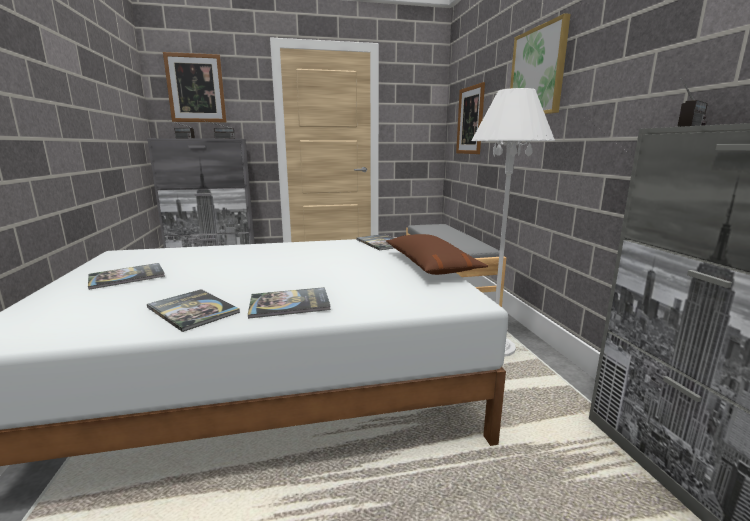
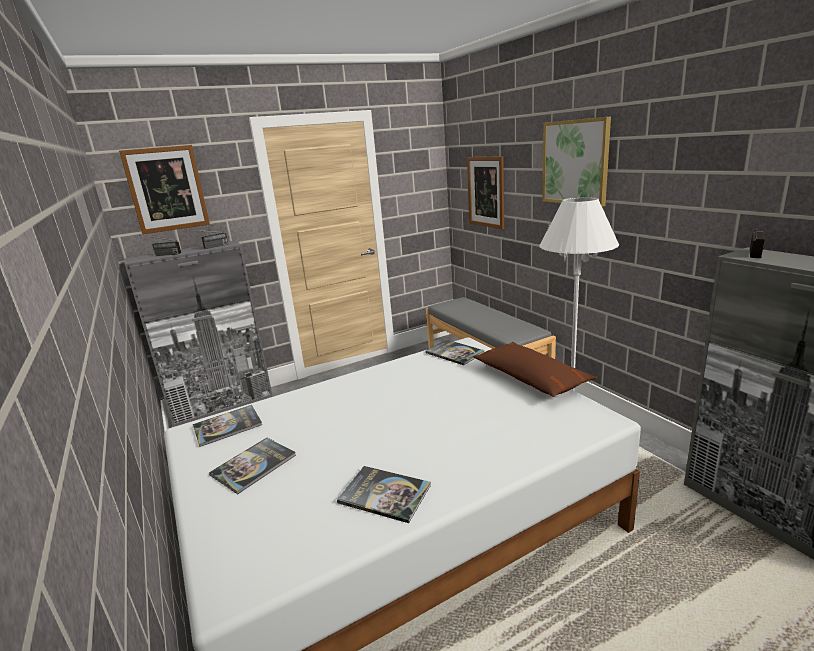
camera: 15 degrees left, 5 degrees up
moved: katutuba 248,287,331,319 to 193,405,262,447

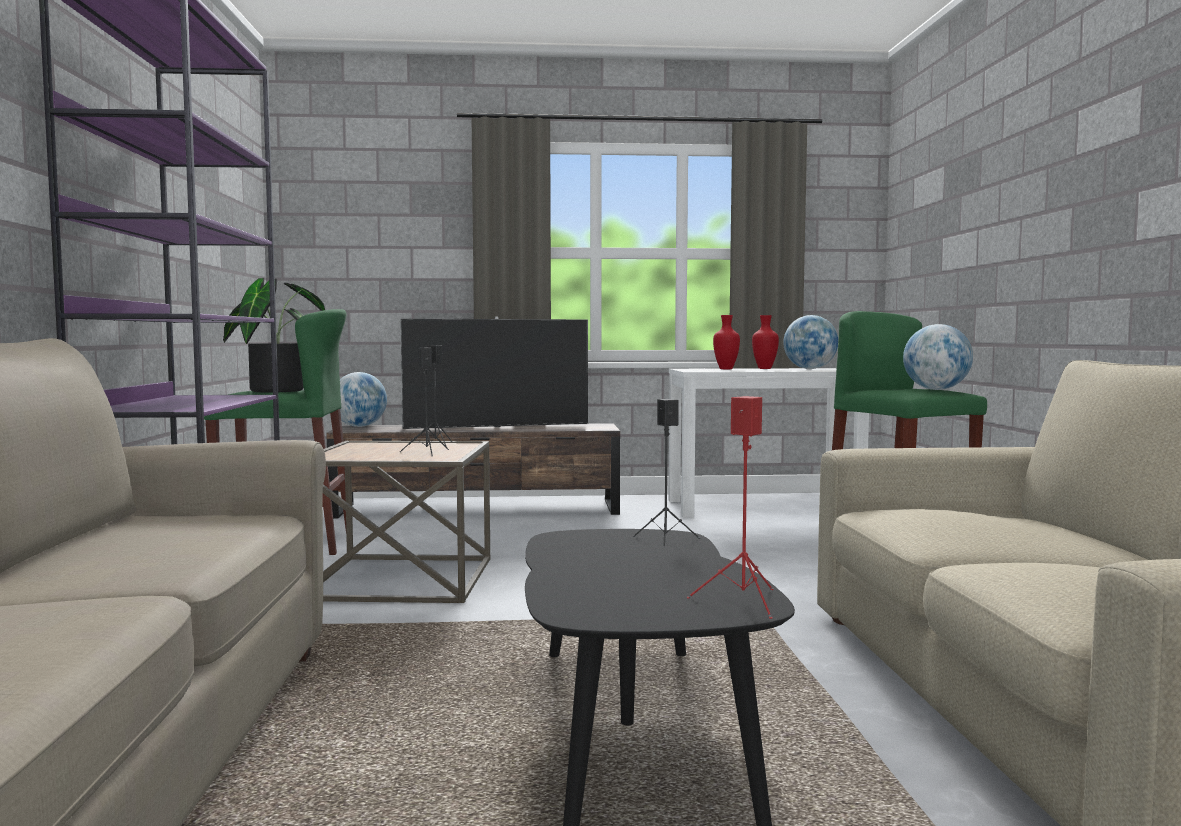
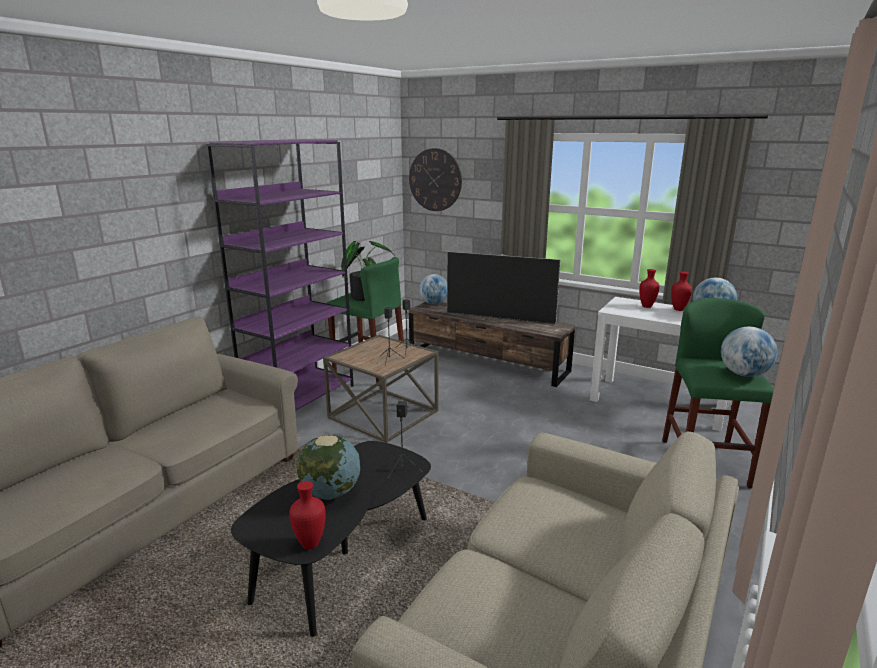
camera: 35 degrees right, 15 degrees up
added: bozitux 297,435,360,500; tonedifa 409,148,462,211
replaced: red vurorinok 687,396,773,619 to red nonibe 289,481,326,549

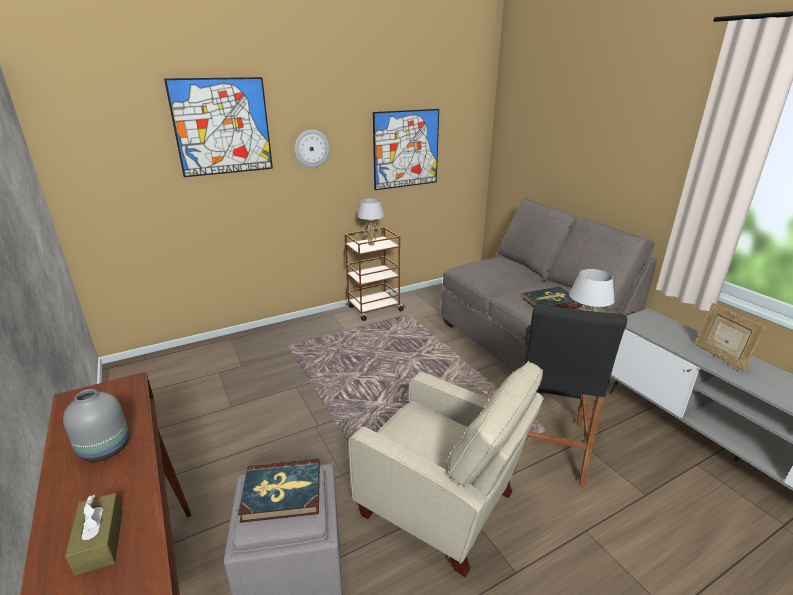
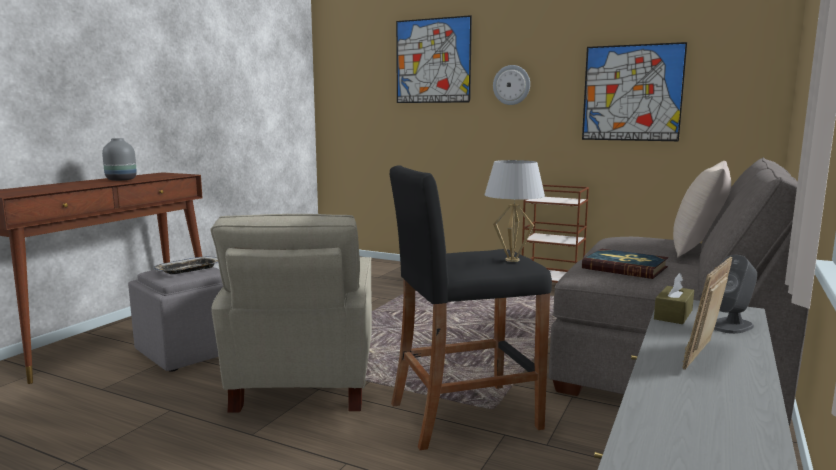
camera: 55 degrees right, 15 degrees down
removed: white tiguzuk 357,198,384,245
added: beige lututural 673,161,731,257; grey vurorinok 714,255,757,334
moved: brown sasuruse 65,493,123,576 to 654,273,694,324
replaced: katutuba 238,459,320,523 to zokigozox 153,256,218,274

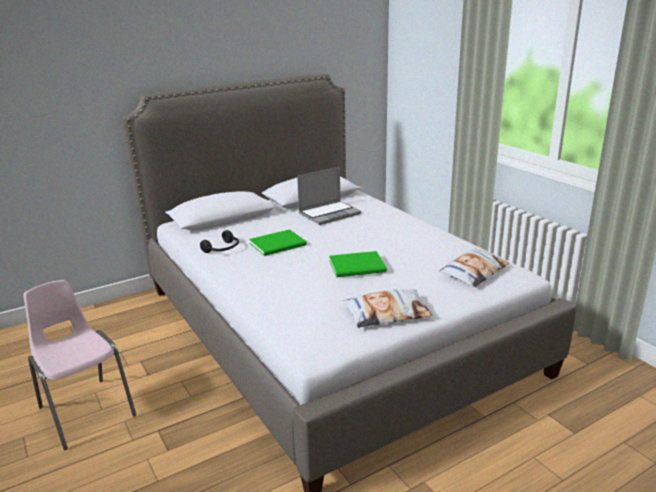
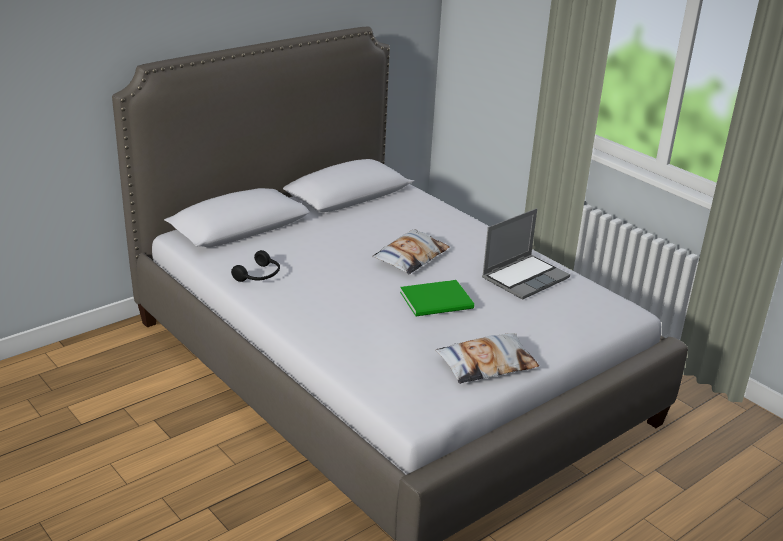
camera: 10 degrees left, 5 degrees up
removed: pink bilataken 23,280,136,450; green katutuba 249,229,307,256
moved: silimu 297,167,361,225 to 482,208,570,300; lututural 439,248,509,287 to 372,229,449,274

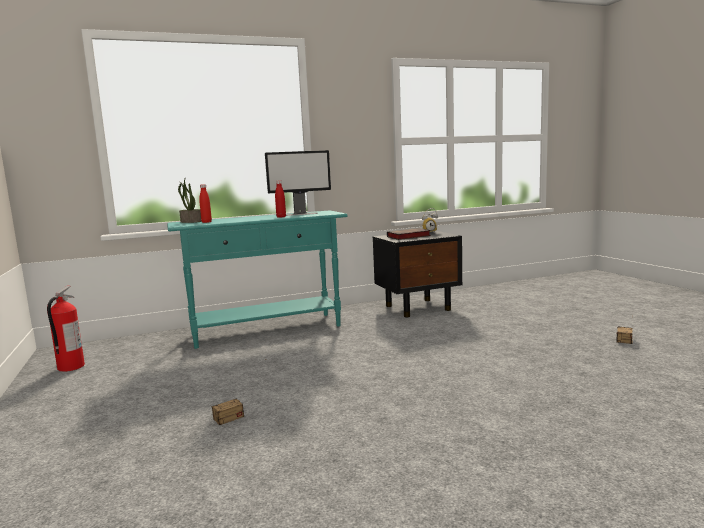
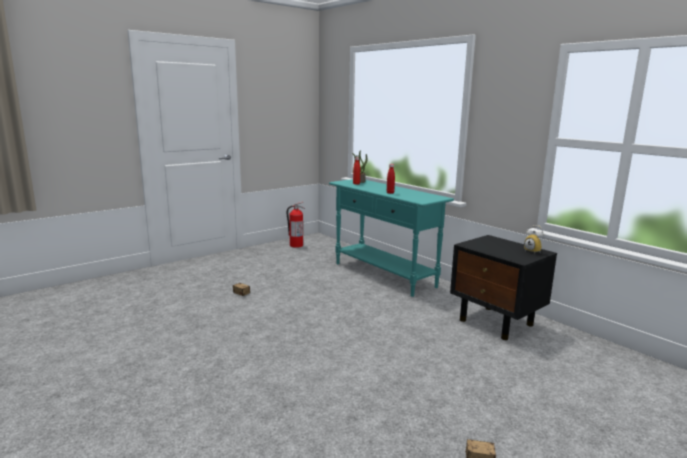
camera: 70 degrees right, 5 degrees up
removed: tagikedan 265,150,331,216; katutuba 387,228,431,240

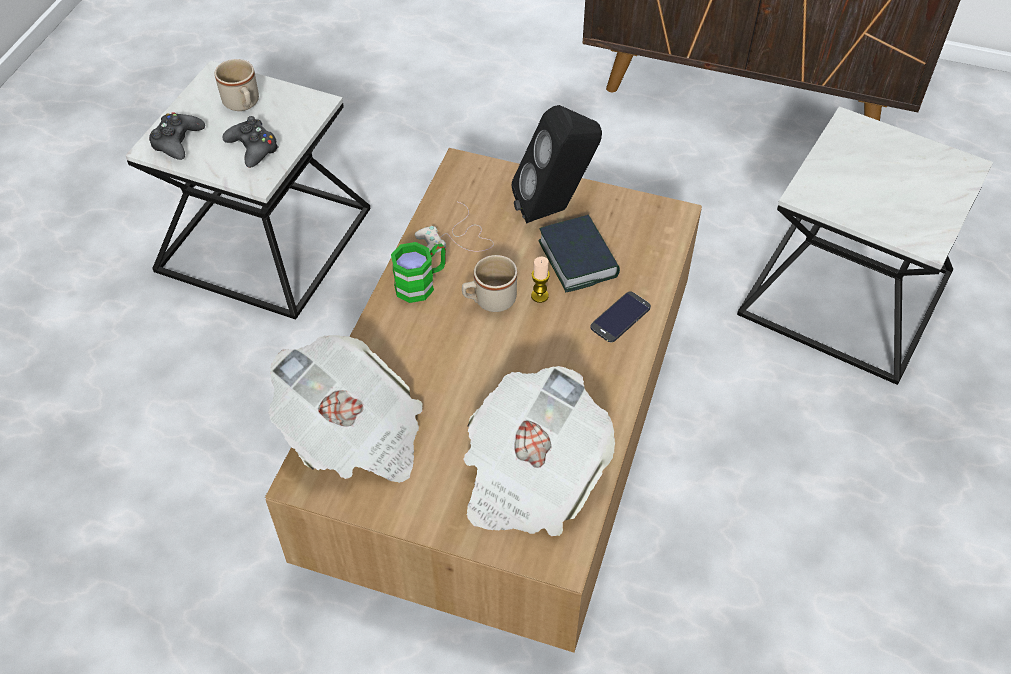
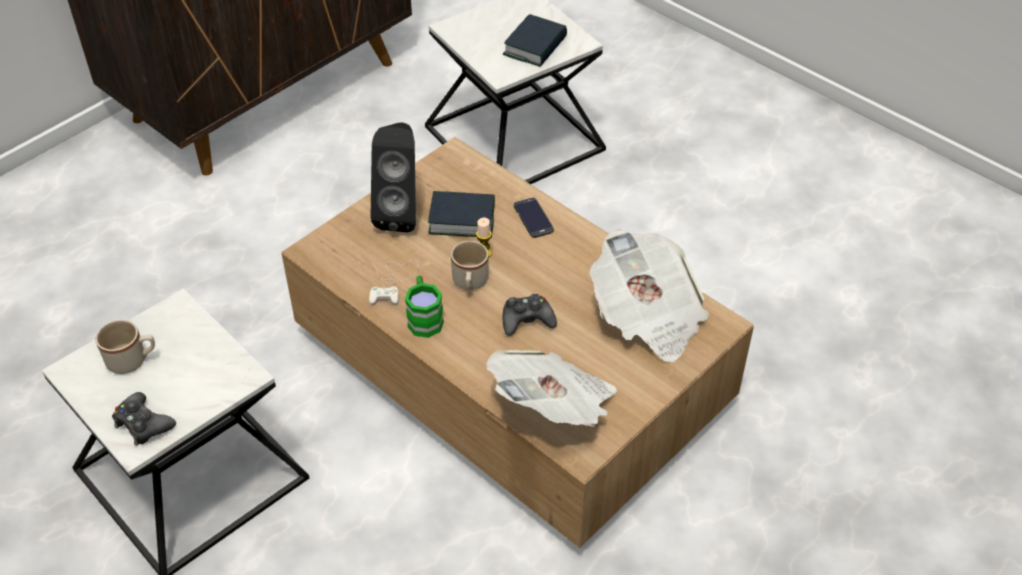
camera: 65 degrees left, 5 degrees down
added: katutuba 503,14,567,67
moved: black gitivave 223,116,279,168 to 503,294,557,336

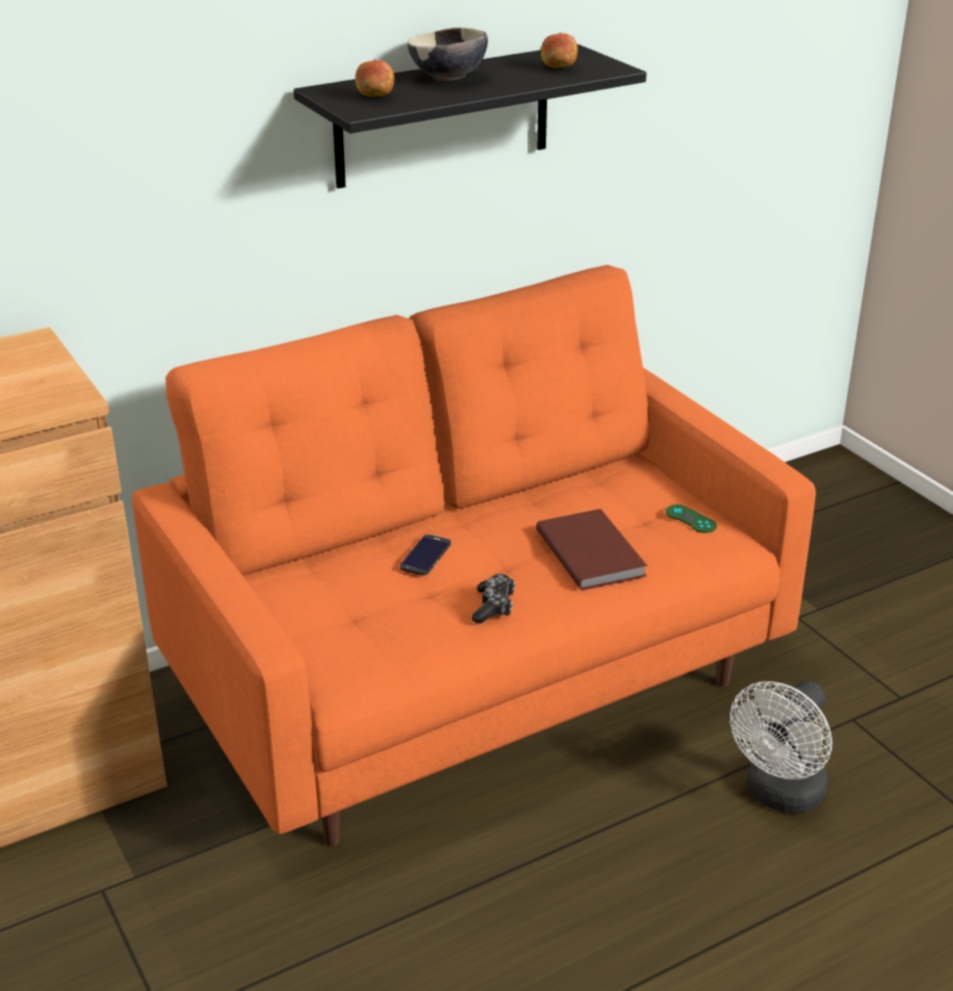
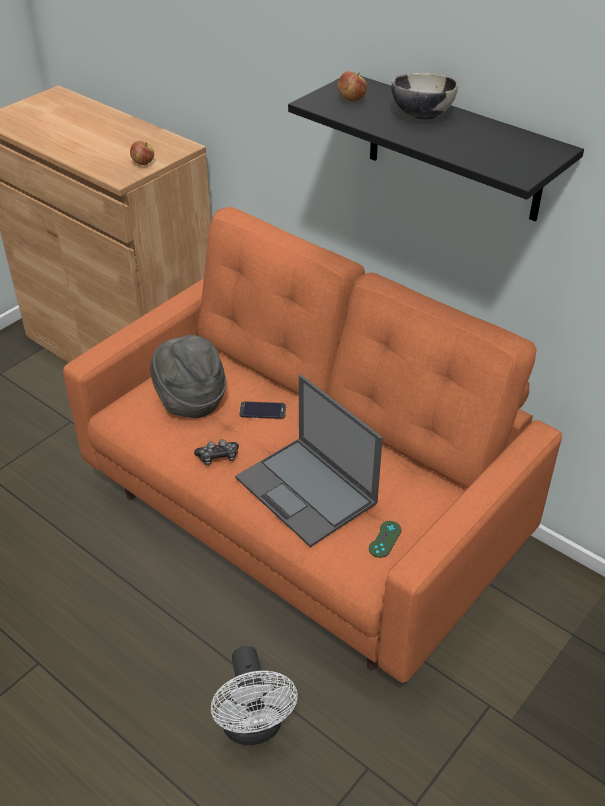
camera: 70 degrees right, 10 degrees up
added: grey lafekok 150,335,226,418
moved: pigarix 541,32,578,68 to 130,141,154,165
replaced: brown katutuba 536,509,647,590 to silimu 235,375,383,548
turned: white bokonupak 730,681,832,813 = 211,646,298,745 120 degrees counterclockwise

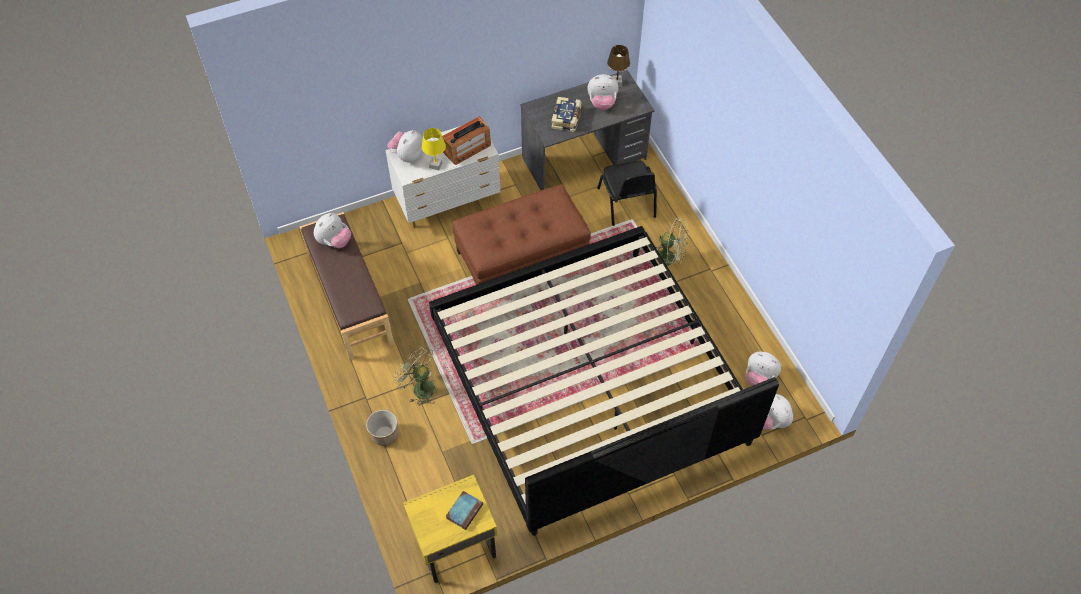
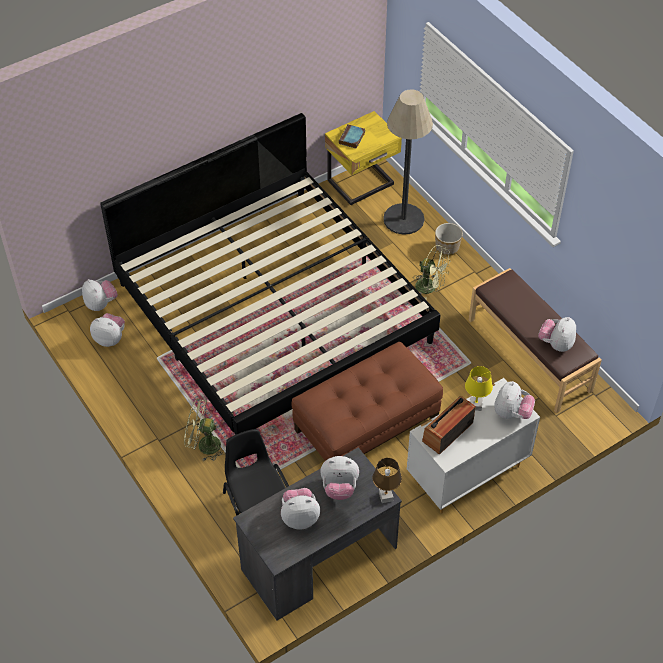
camera: 170 degrees right, 5 degrees down
added: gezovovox 383,89,433,235
moved: brown tiguzuk 607,45,630,87 to 373,458,402,503
replaced: katutuba 551,97,581,132 to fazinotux 320,456,359,500

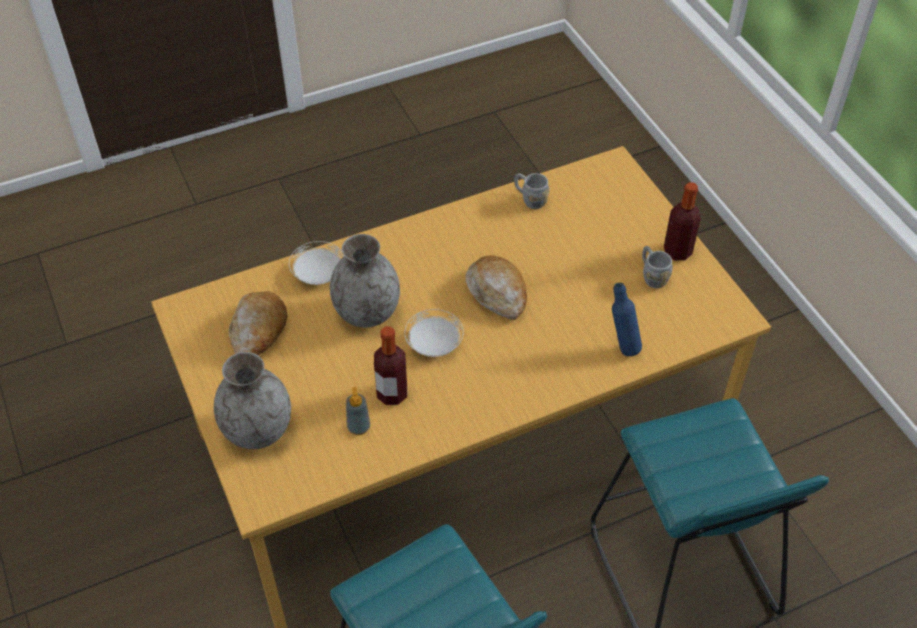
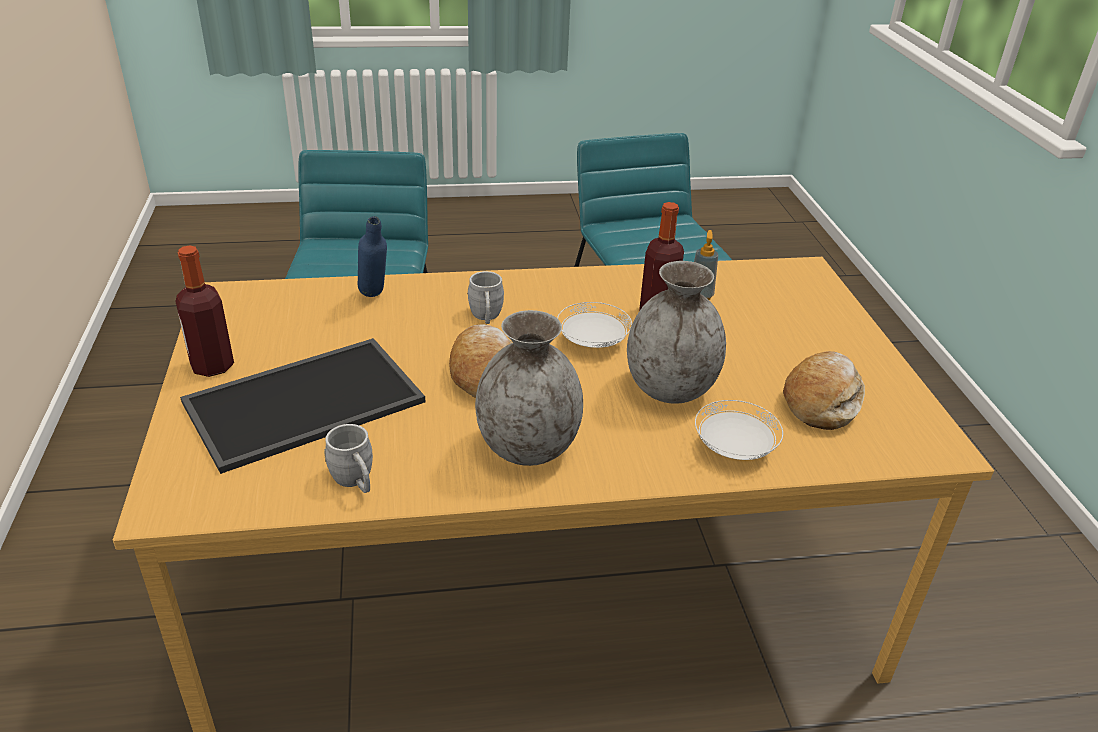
camera: 165 degrees left, 15 degrees down
added: zokigozox 180,338,425,474
moved: grey nonibe 214,352,291,449 to 475,310,583,466; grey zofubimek 642,246,673,288 to 467,271,504,324

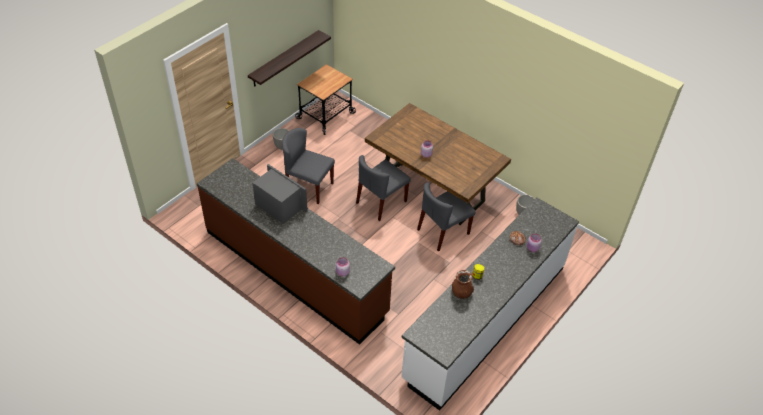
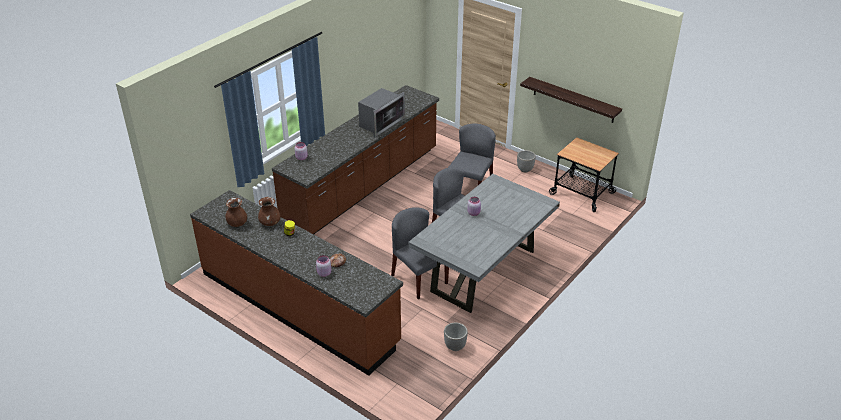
camera: 90 degrees right, 10 degrees down
added: brown nonibe 226,198,247,227
recoloured: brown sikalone 365,103,511,225 to grey sikalone 408,174,560,313; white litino 401,197,579,411 to brown litino 190,190,403,376

